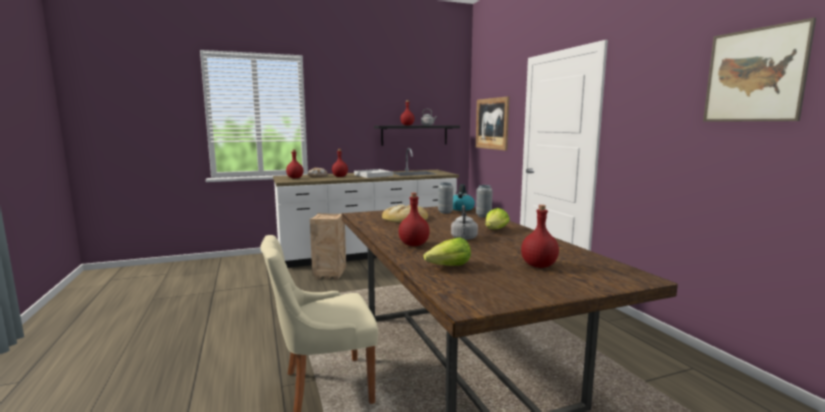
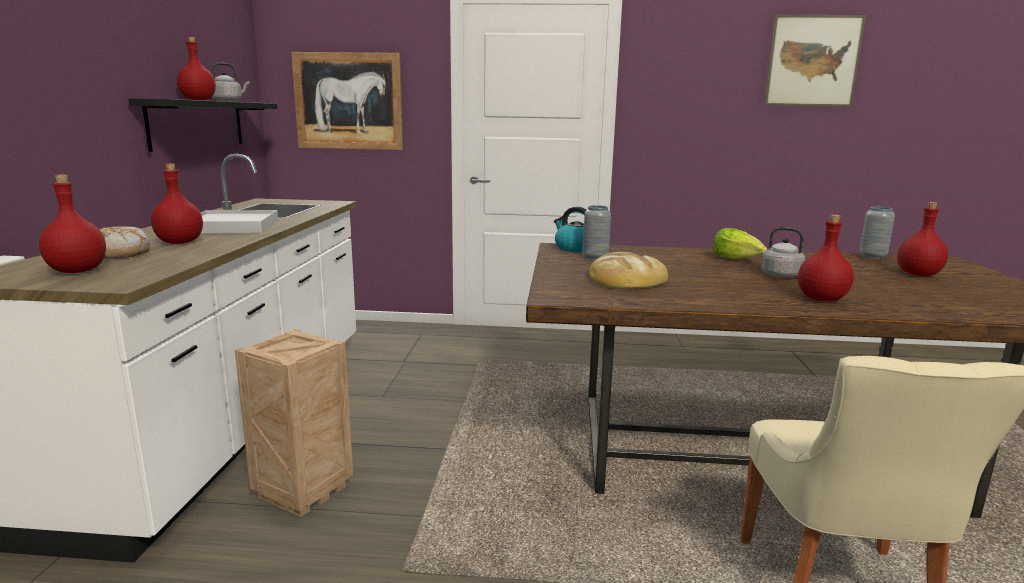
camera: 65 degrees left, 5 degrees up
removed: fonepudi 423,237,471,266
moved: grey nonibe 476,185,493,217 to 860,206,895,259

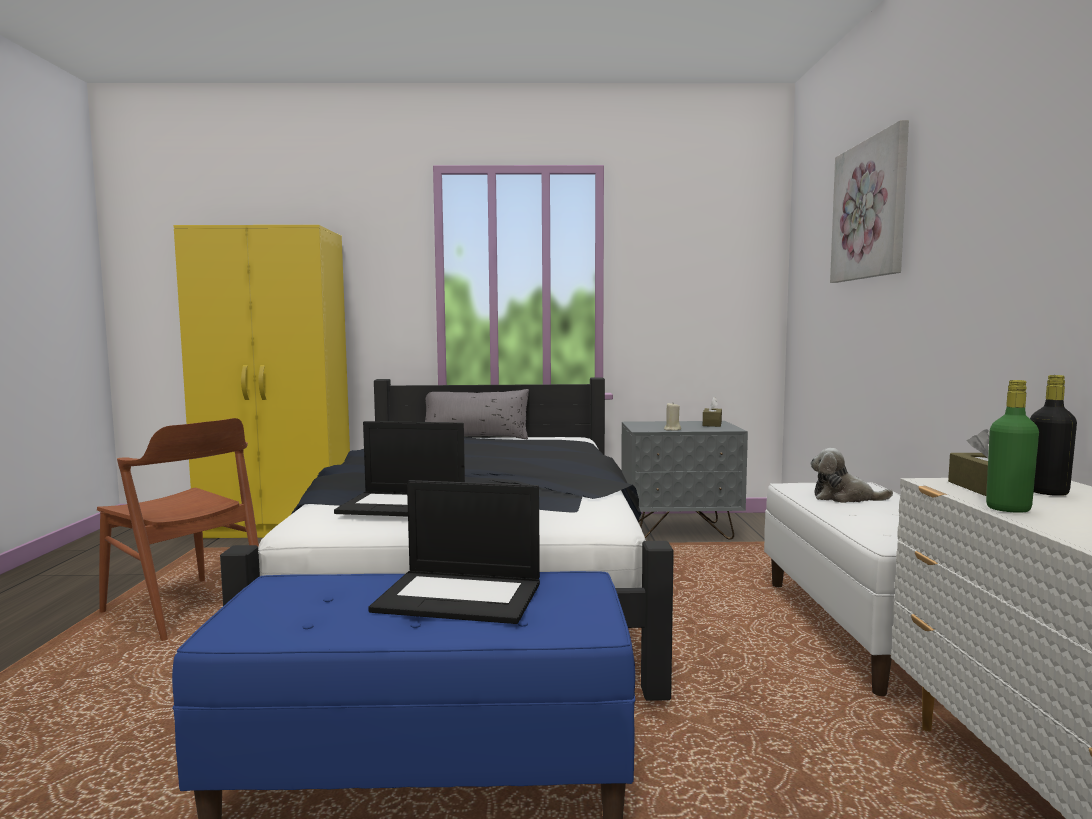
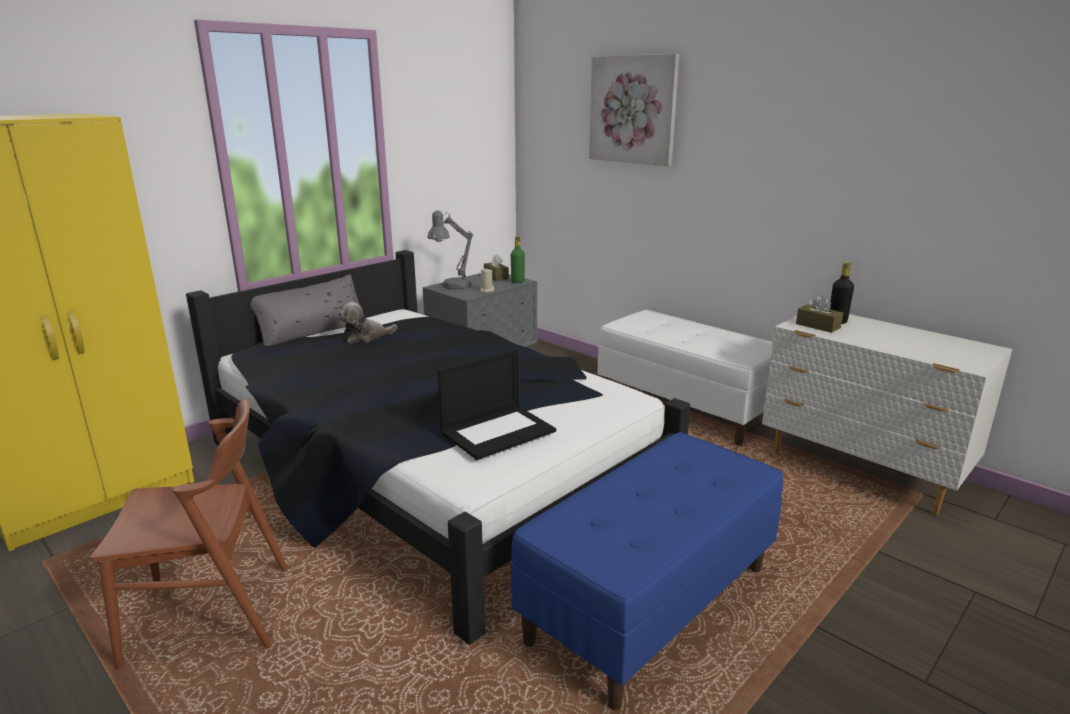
camera: 45 degrees left, 15 degrees up
removed: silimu 368,480,540,624
added: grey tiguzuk 427,211,473,289
moved: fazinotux 810,448,893,503 to 338,302,397,343; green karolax 986,380,1039,513 to 511,236,525,283

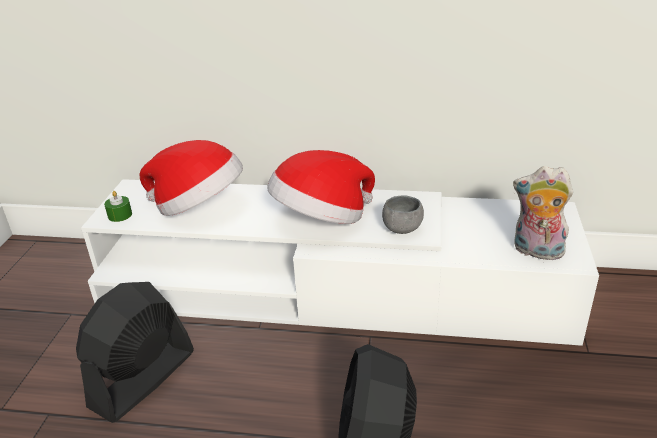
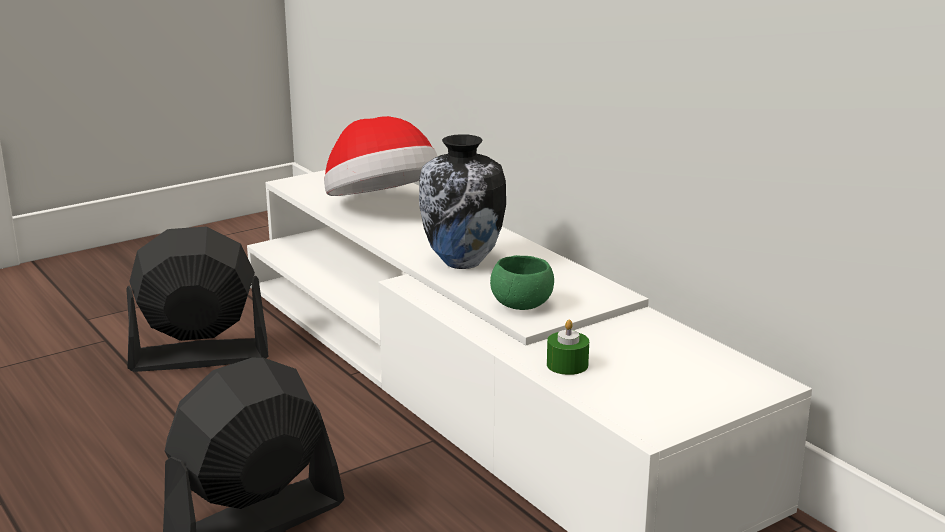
camera: 45 degrees right, 10 degrees down
removed: fazinotux 513,166,573,260
moved: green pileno 104,191,132,222 to 547,320,589,375
replaced: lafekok 267,150,375,224 to nonibe 419,134,506,269
recoloured: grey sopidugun 382,195,424,234 to green sopidugun 490,255,554,310

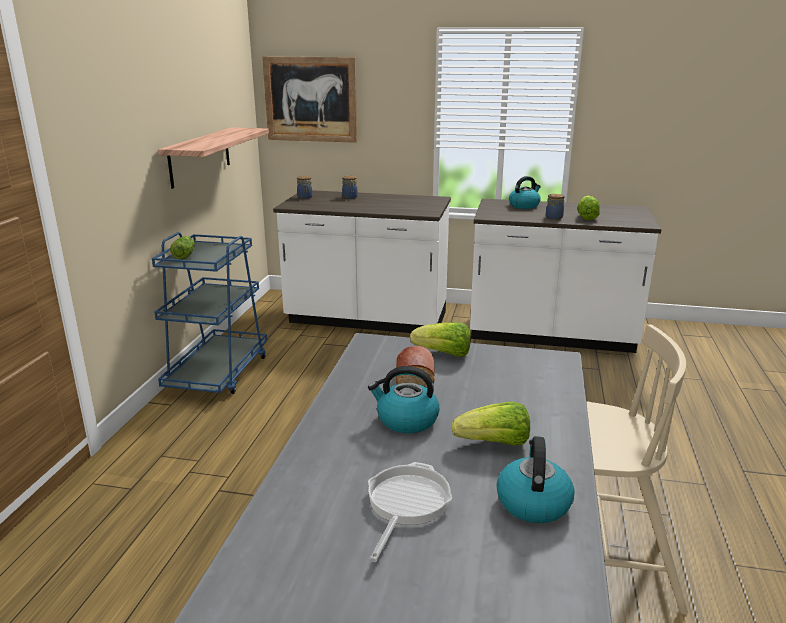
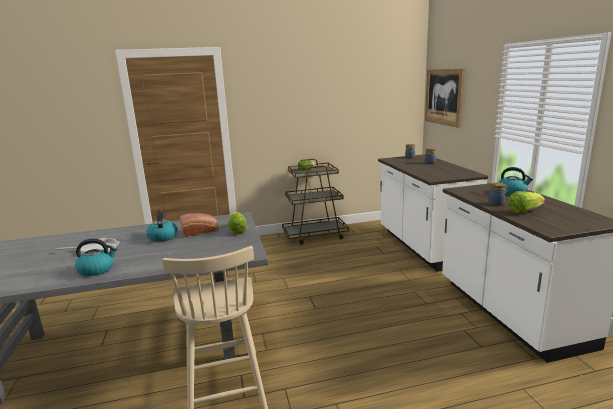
camera: 65 degrees right, 5 degrees down
removed: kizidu 158,127,269,189; fonepudi 452,401,530,446
recoloured: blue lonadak 152,232,267,394 to brown lonadak 282,159,349,245

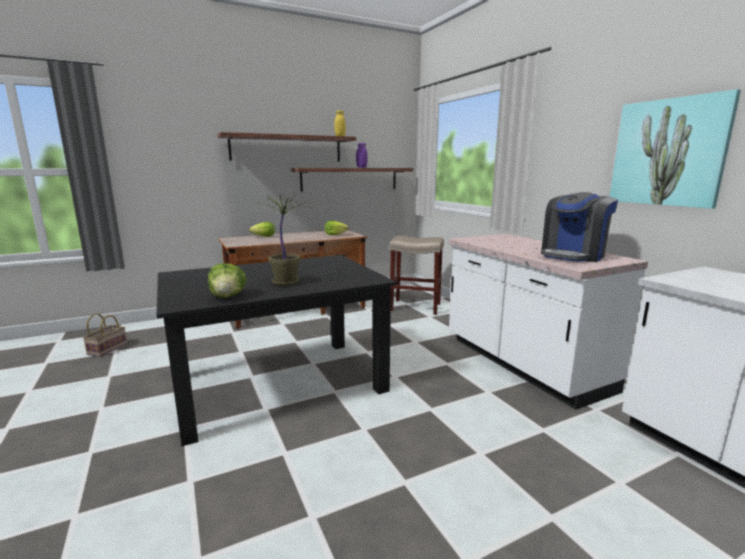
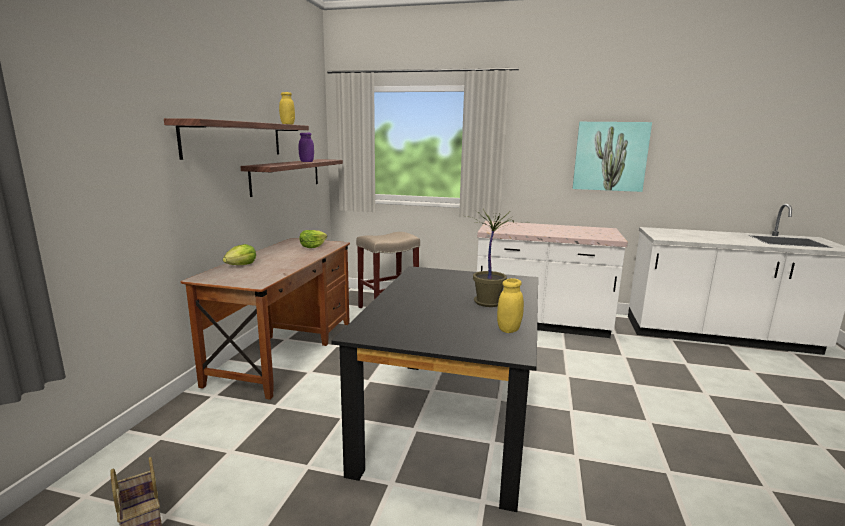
camera: 50 degrees left, 0 degrees up
removed: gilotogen 541,192,618,262
replaced: fonepudi 208,263,246,298 to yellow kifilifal 497,278,524,333

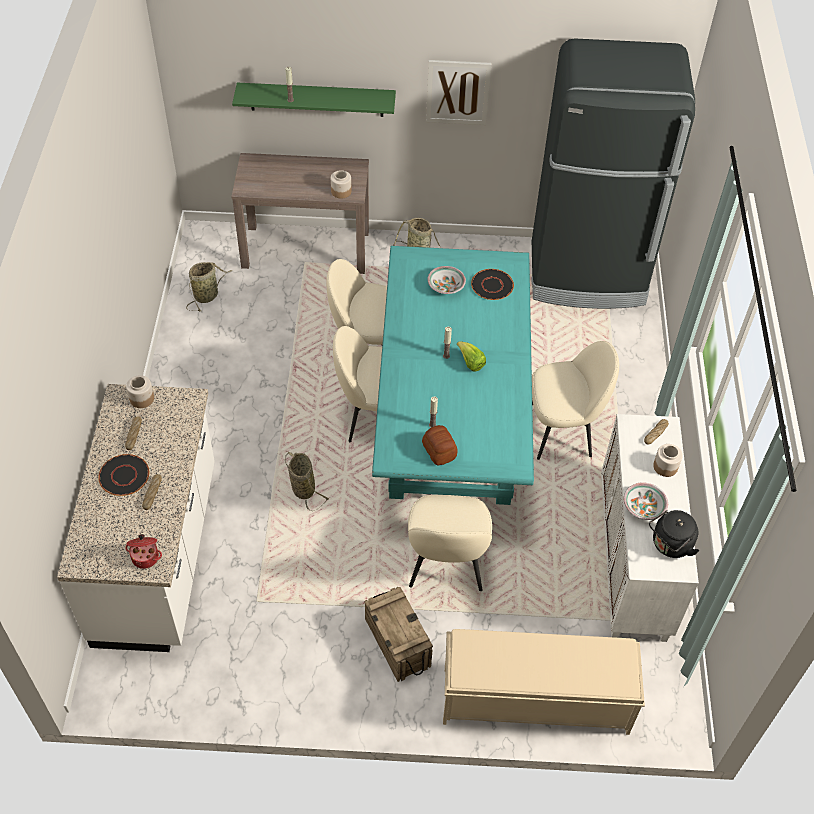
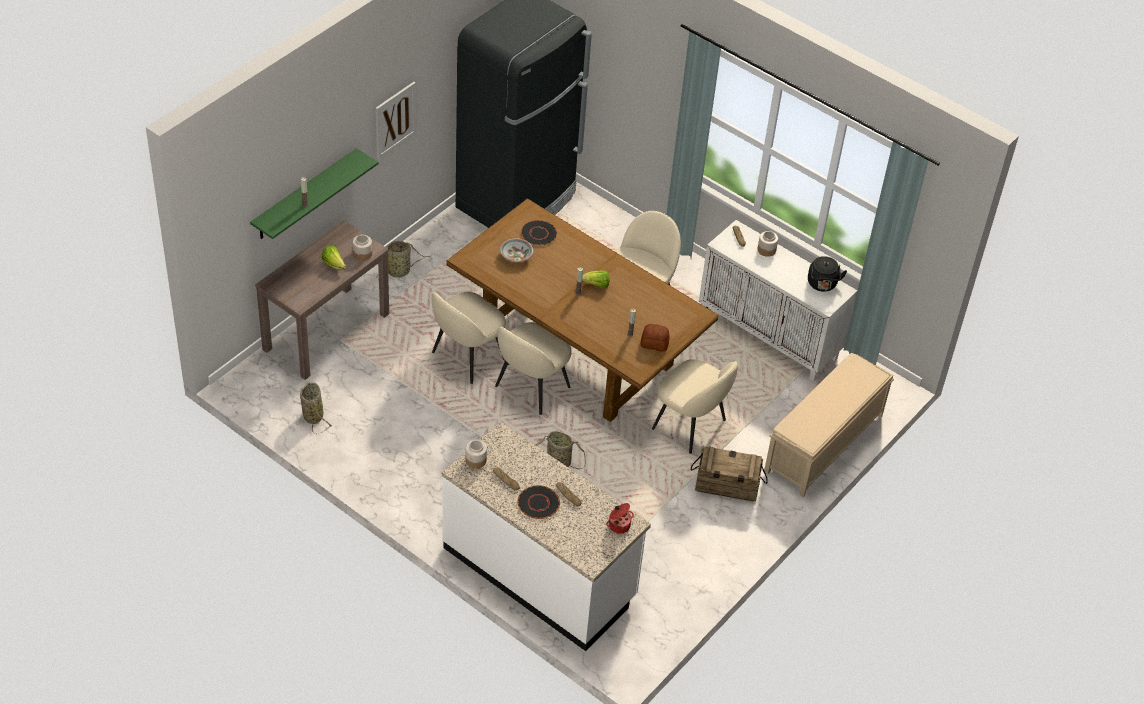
camera: 55 degrees left, 5 degrees down
removed: sopidugun 623,482,668,520
added: fonepudi 322,245,346,269
recoloured: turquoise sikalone 372,246,534,505 to brown sikalone 447,198,719,422

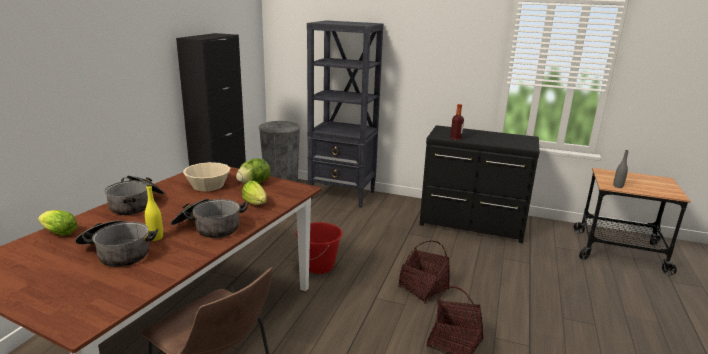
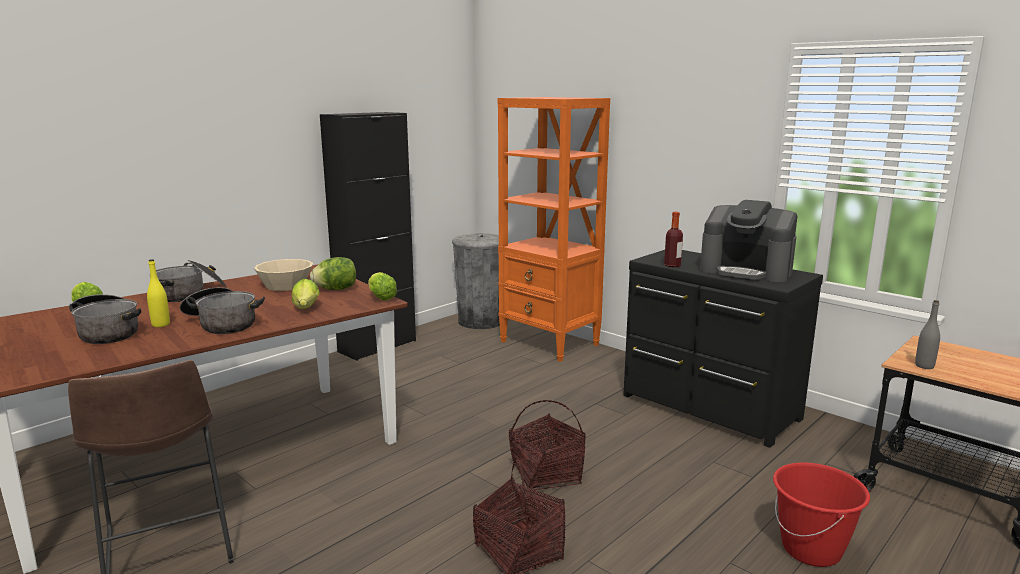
camera: 25 degrees right, 5 degrees down
added: fonepudi 368,272,397,301; gilotogen 700,200,797,282
moved: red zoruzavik 296,222,343,274 to 773,462,870,567
recoloured: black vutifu 307,20,383,208 to orange vutifu 497,97,610,362

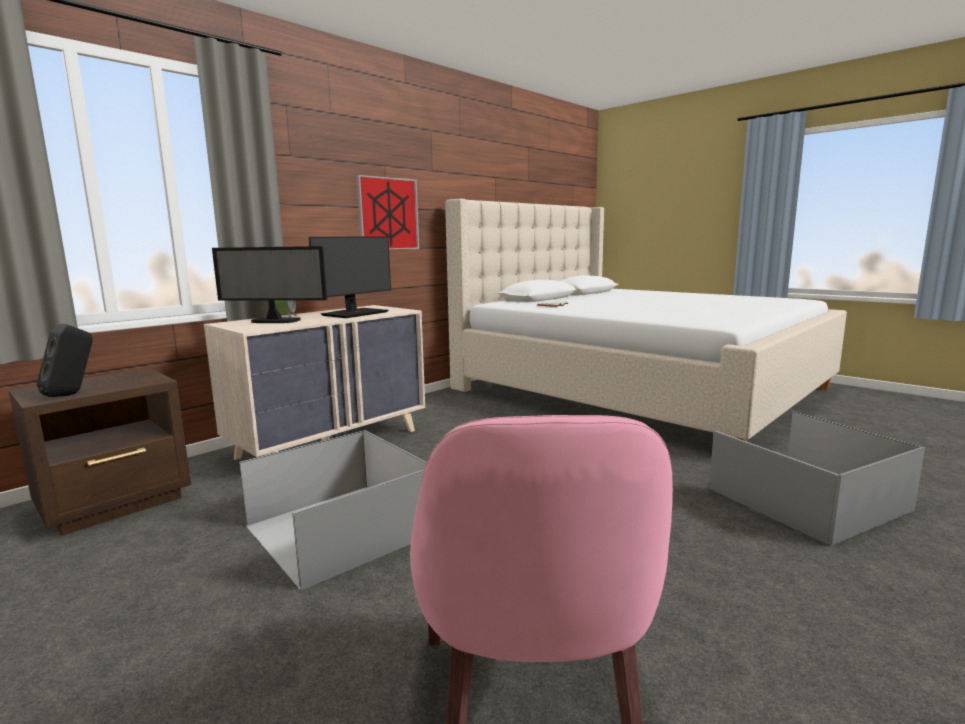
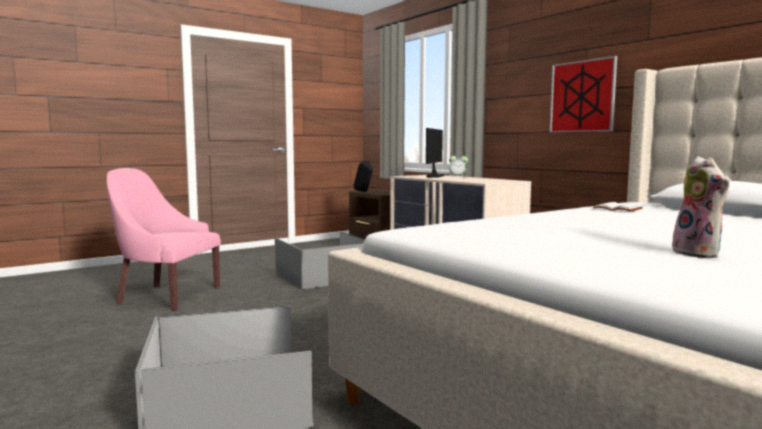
camera: 100 degrees right, 5 degrees down
removed: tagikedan 309,236,391,318
added: fazinotux 672,156,730,258

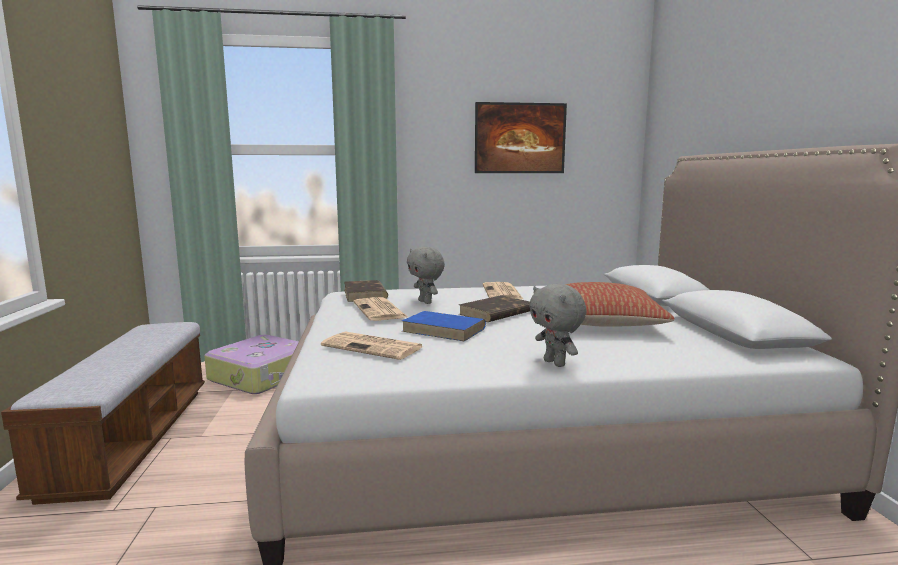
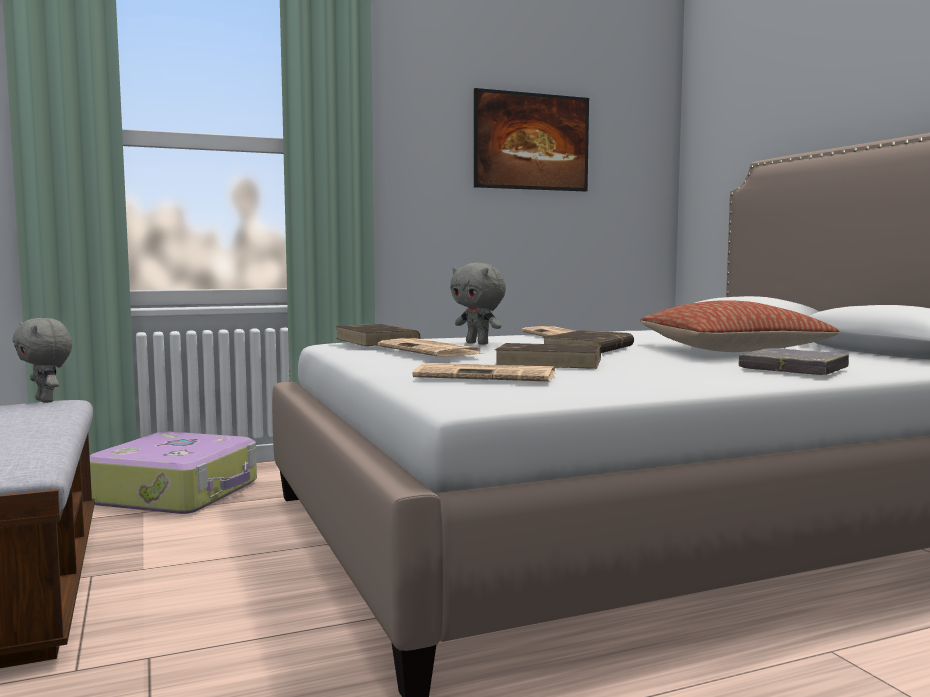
camera: 15 degrees left, 5 degrees down
added: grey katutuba 739,348,849,375
moved: grey fazinotux 529,284,587,367 to 12,318,72,403
recoloured: blue katutuba 402,311,486,341 to brown katutuba 495,343,601,369

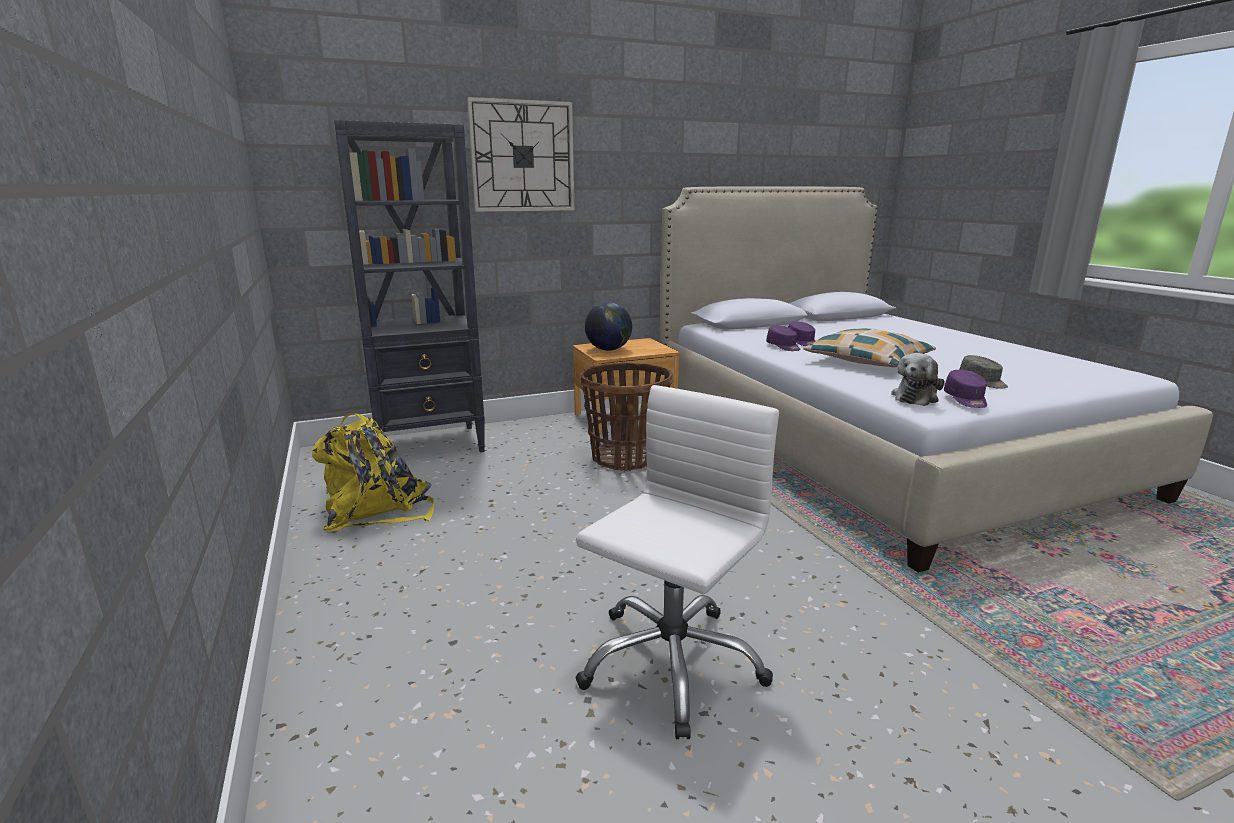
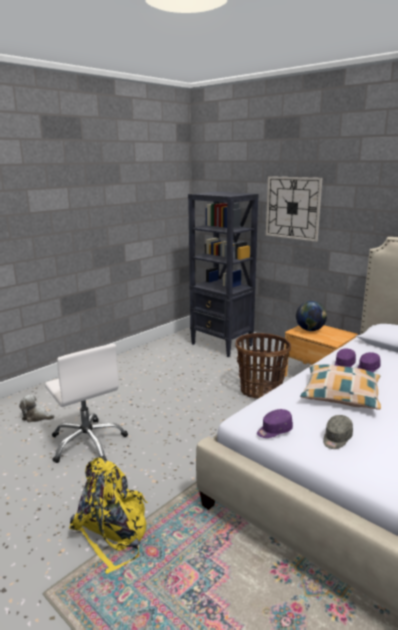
camera: 65 degrees right, 0 degrees up
moved: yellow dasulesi 312,413,434,532 to 69,458,148,574; fazinotux 891,353,945,406 to 19,395,54,423
turned: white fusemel 576,385,779,739 = 45,344,128,463 45 degrees clockwise

